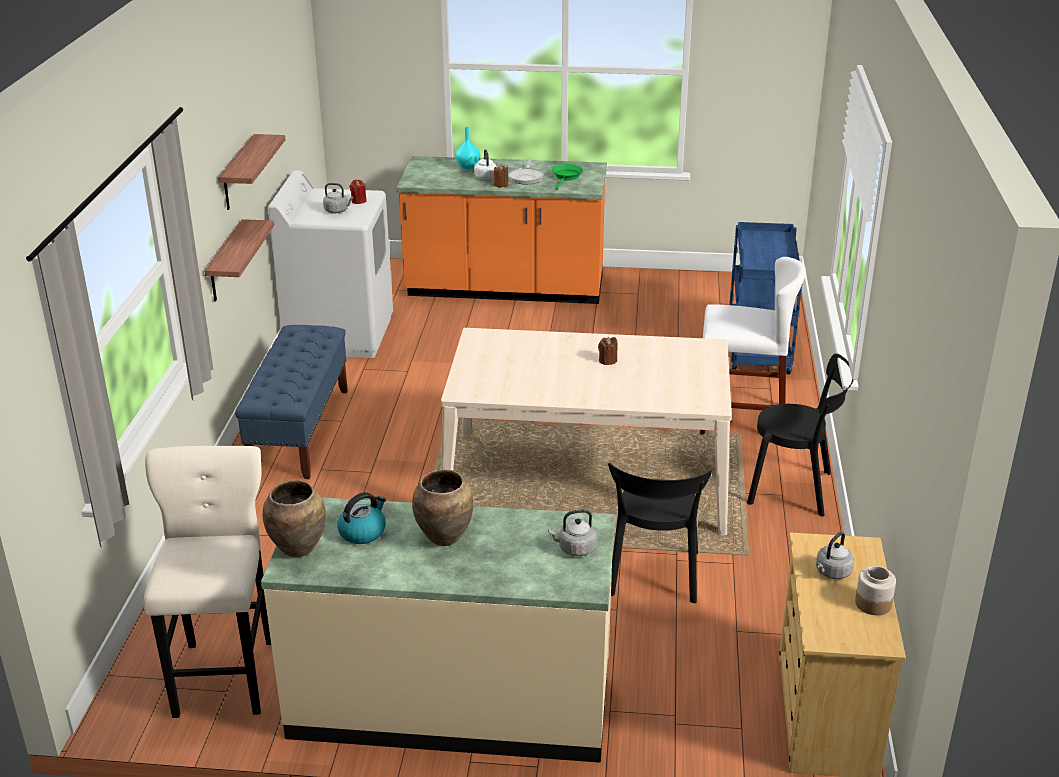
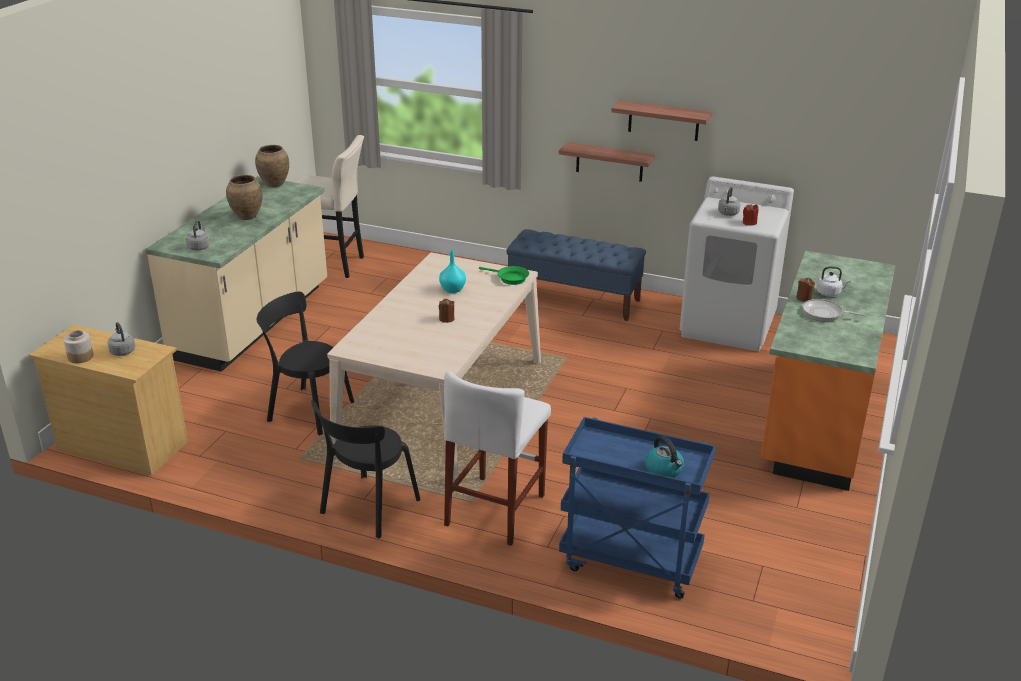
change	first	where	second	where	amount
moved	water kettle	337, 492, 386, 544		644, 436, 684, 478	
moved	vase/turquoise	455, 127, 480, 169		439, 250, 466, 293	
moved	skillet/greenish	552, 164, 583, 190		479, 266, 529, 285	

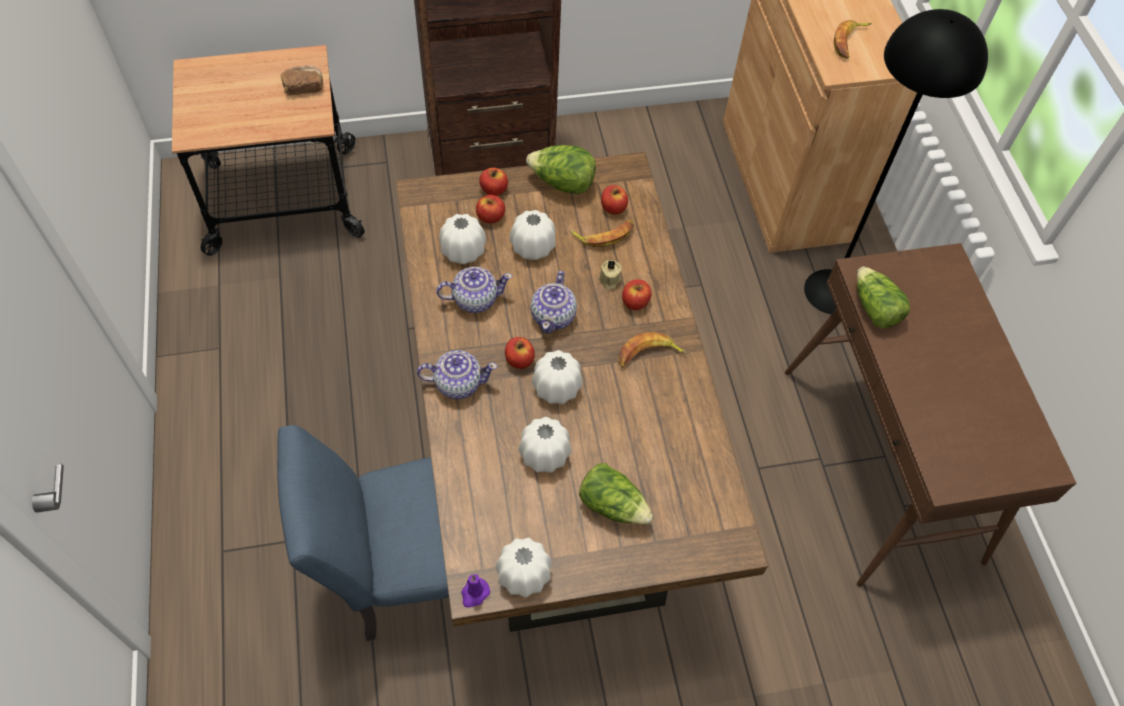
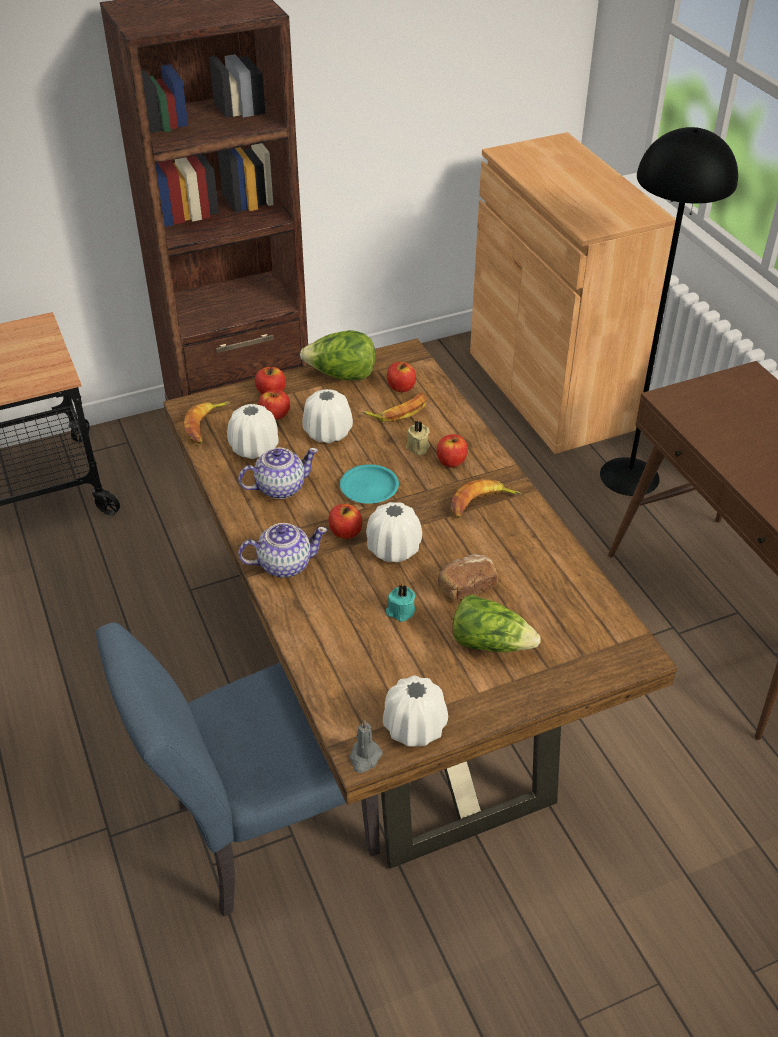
change	first	where	second	where	amount
moved	baked bread	281, 65, 323, 95		438, 554, 498, 601	
recoloured	wax candle/purplish	461, 574, 490, 608	wax candle/gray	349, 719, 383, 773	
replaced	vase/white-coloured	519, 417, 571, 473	wax candle/turquoise	386, 584, 415, 622	
replaced	tea pot	530, 271, 577, 334	plate/turquoise	340, 464, 399, 504	
moved	banana fruit	834, 20, 872, 59		184, 402, 231, 444	
removed	head of lettuce	857, 267, 910, 329			

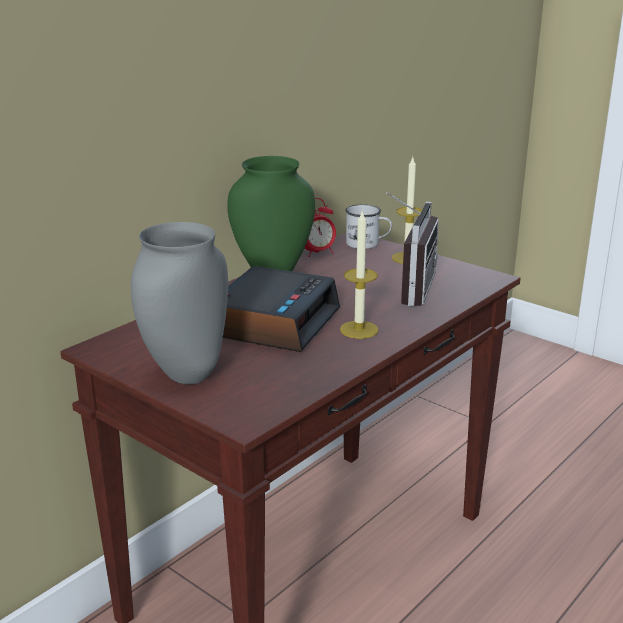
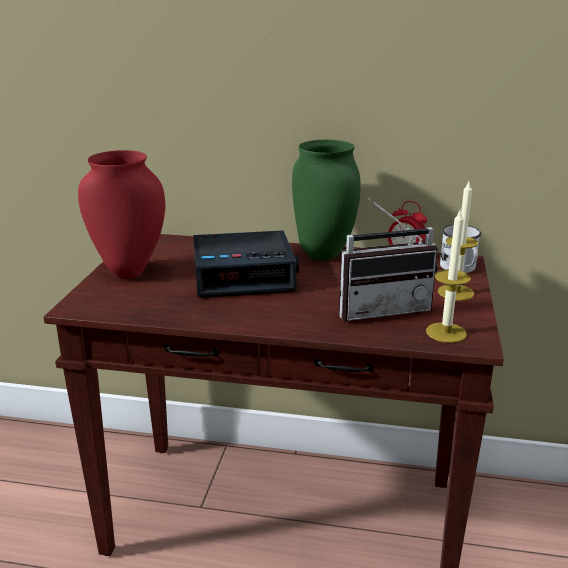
change	first	where	second	where	amount
recoloured	vase/gray	131, 222, 228, 384	vase/reddish	78, 150, 165, 279	
moved	wax candle	340, 210, 379, 339		426, 209, 471, 343	

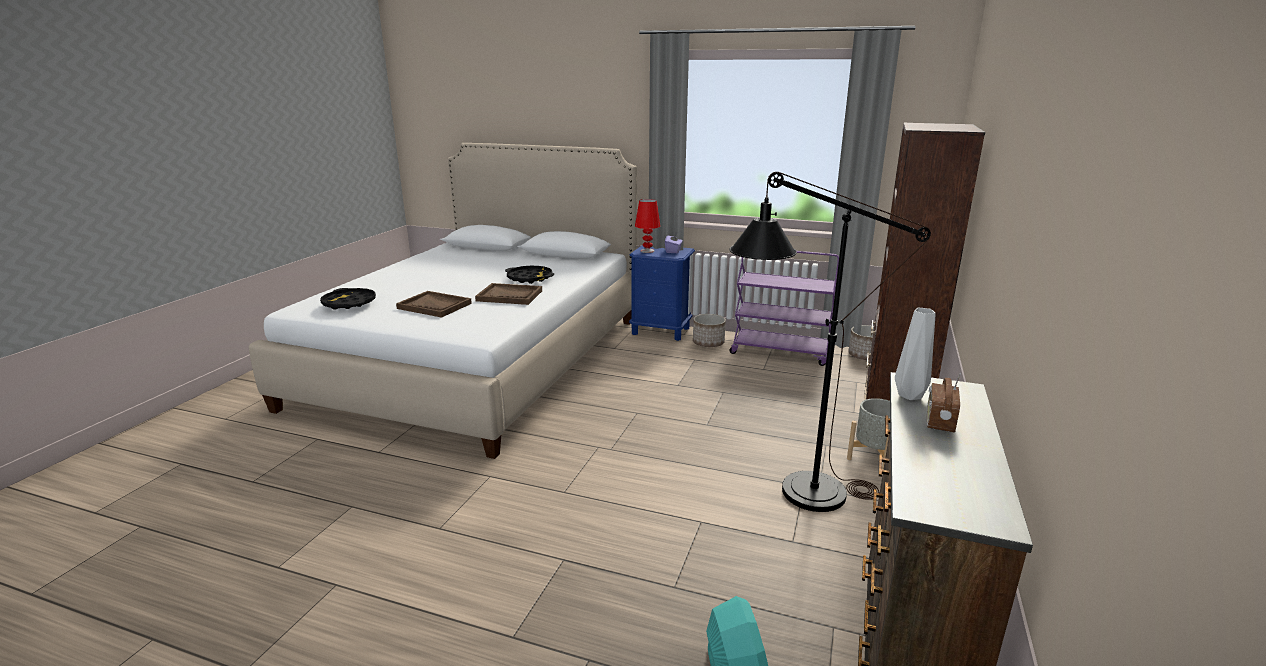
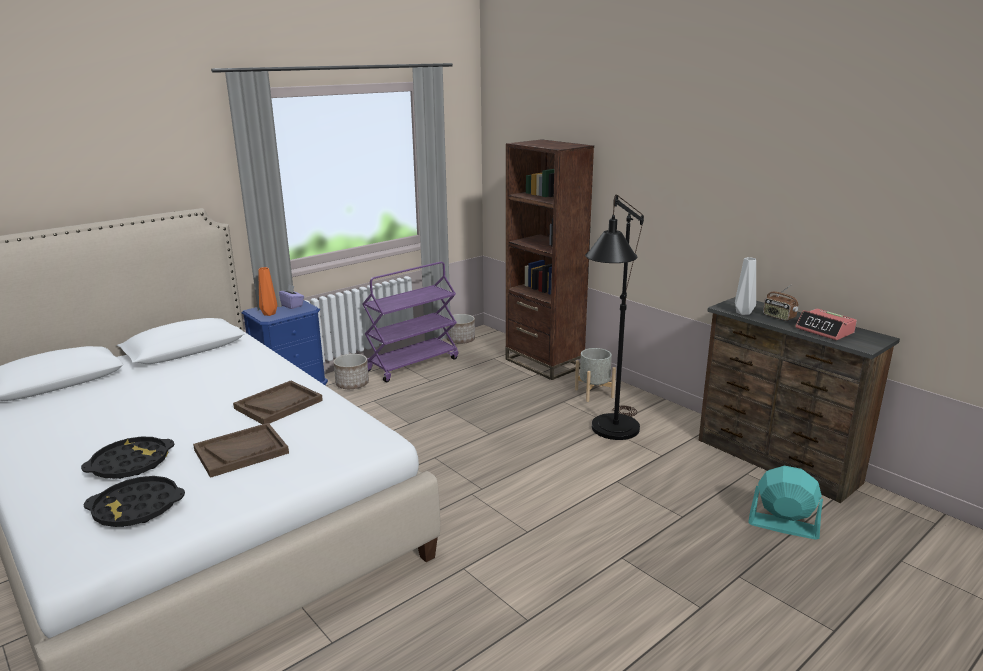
change	first	where	second	where	amount
moved	serving tray/blackish	505, 266, 554, 284		81, 437, 174, 479	
replaced	lamp for a table/reddish	635, 199, 661, 253	vase/orangey	258, 267, 277, 316	
added			alarm clock	795, 309, 857, 340	

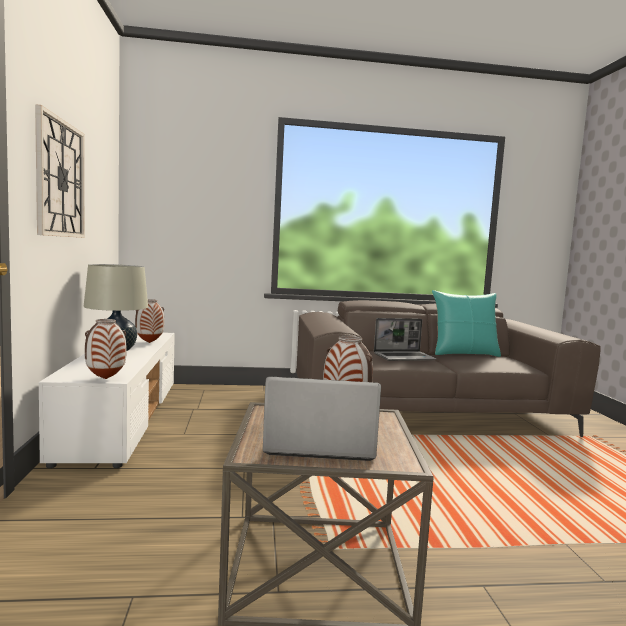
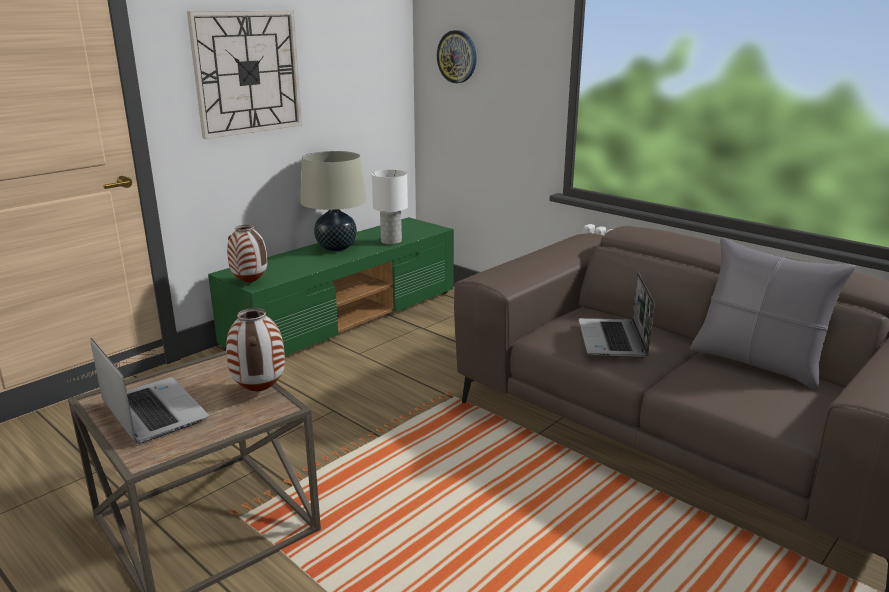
change	first	where	second	where	amount
recoloured	tv unit/white-coloured	39, 332, 175, 468	tv unit/greenish	208, 217, 454, 356	
replaced	vase	135, 299, 164, 343	lamp for a table/white-coloured	372, 170, 408, 245	
turned	notebook computer	374, 318, 437, 361		579, 272, 654, 358	60 degrees clockwise
recoloured	throw pillow/turquoise	432, 290, 501, 357	throw pillow/gray	690, 238, 856, 389	
added			clock on the wall	437, 30, 477, 83	

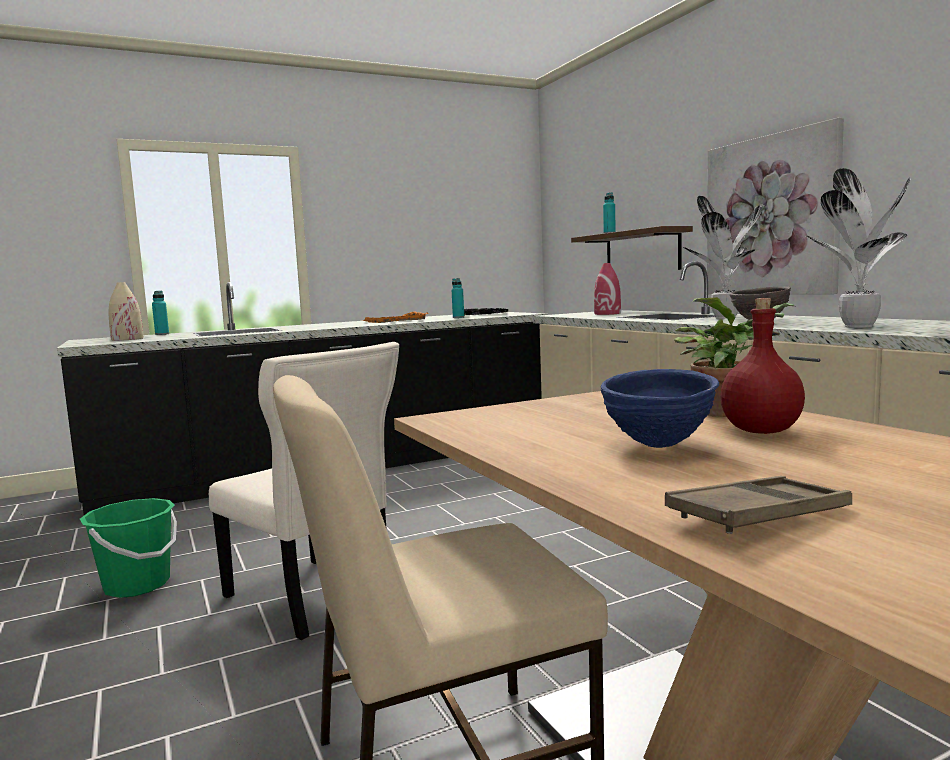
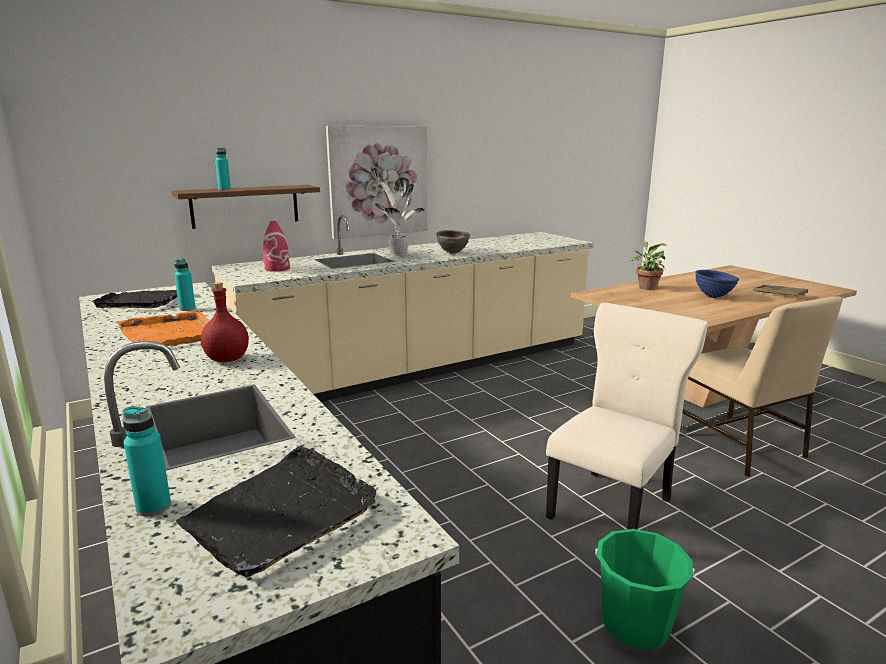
change	first	where	second	where	amount
replaced	vase/sand-coloured	108, 282, 144, 341	serving tray/blackish	176, 446, 376, 578	
moved	bottle/reddish	720, 298, 805, 434		201, 282, 249, 362	
removed	plant in a pot	805, 168, 911, 328			

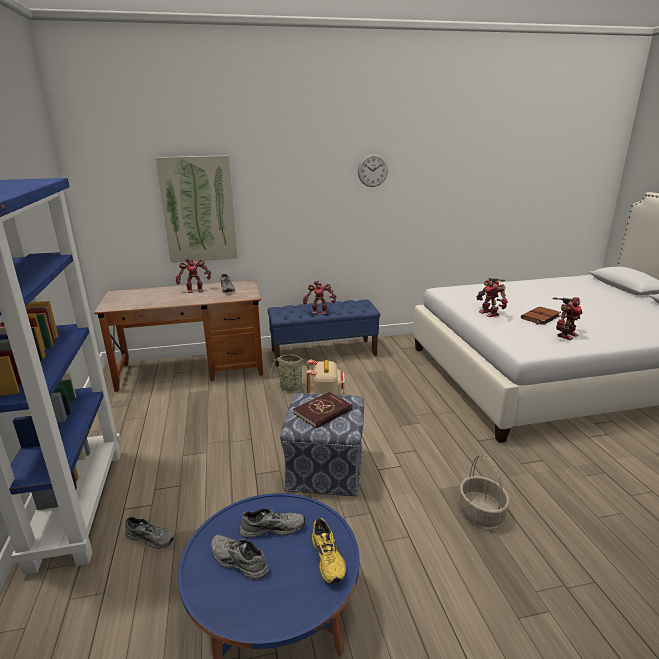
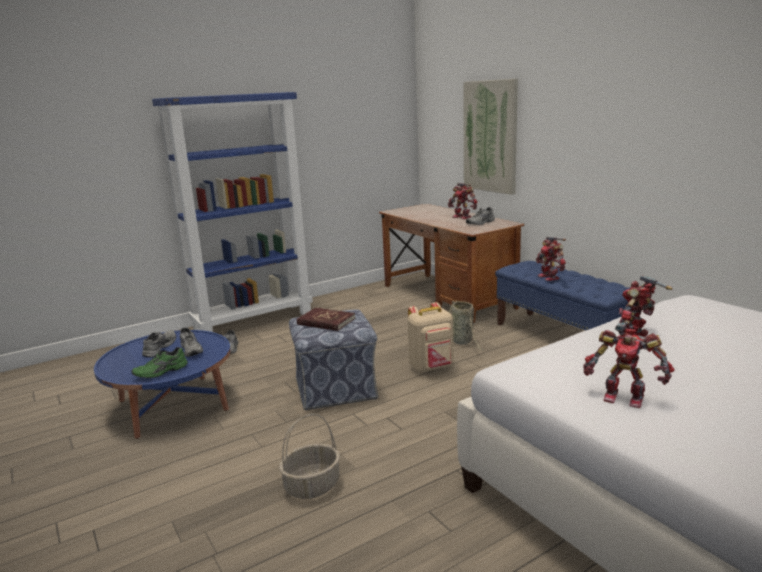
change	first	where	second	where	amount
recoloured	low shoe/yellowish	312, 518, 346, 583	low shoe/greenish	131, 347, 188, 378	
removed	clock on the wall	358, 154, 388, 187			
removed	book/brown	521, 307, 561, 325			

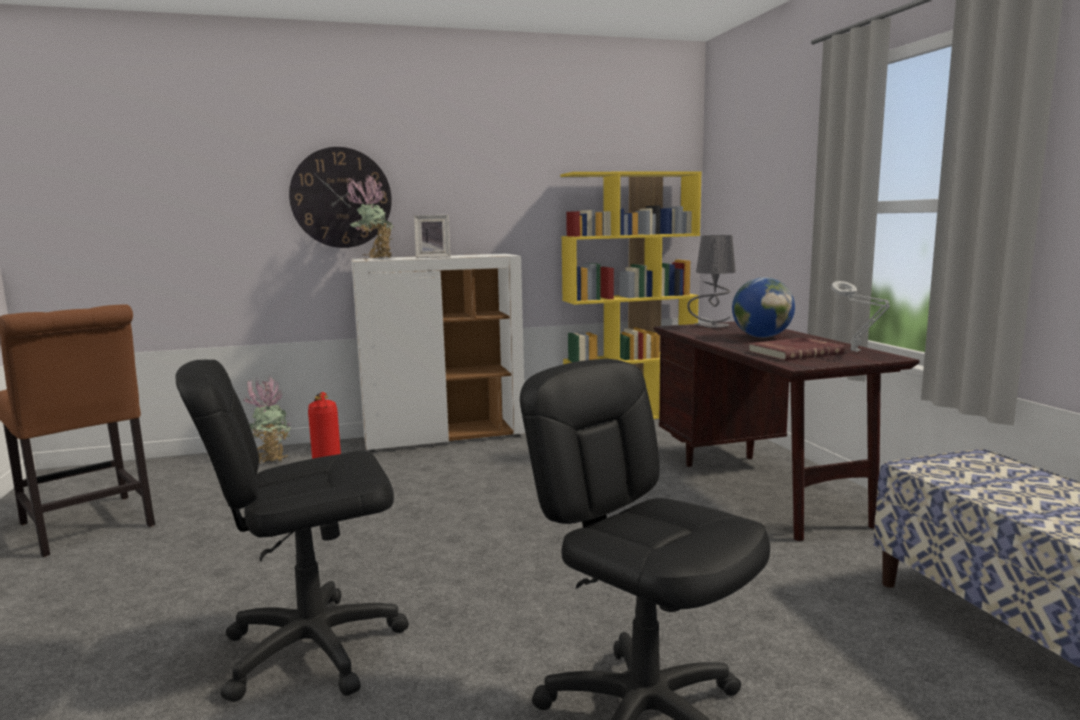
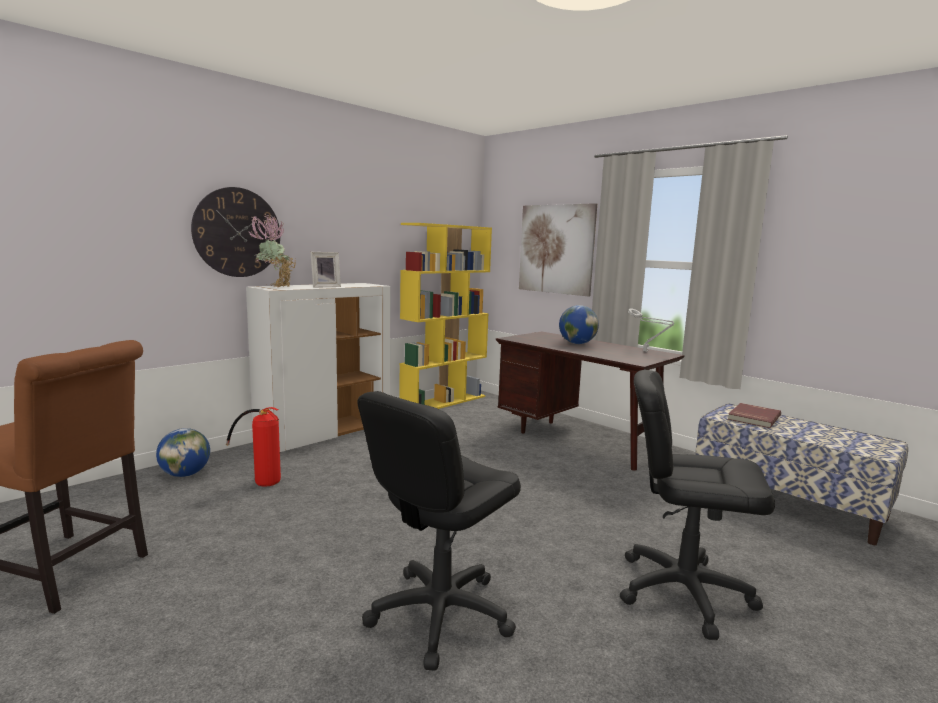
change	first	where	second	where	amount
replaced	plant in a pot	242, 376, 292, 464	globe	156, 428, 210, 477	
removed	lamp for a table/gray	687, 235, 736, 328			
moved	book/reddish	749, 337, 845, 361		728, 403, 781, 428	
added			picture	519, 203, 597, 297	

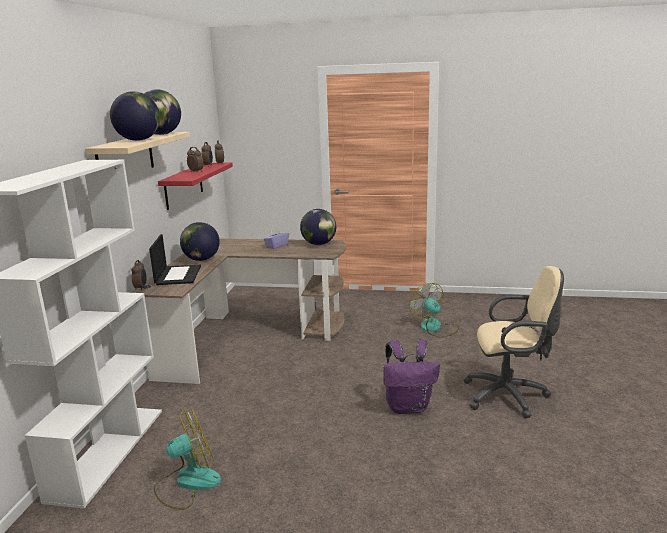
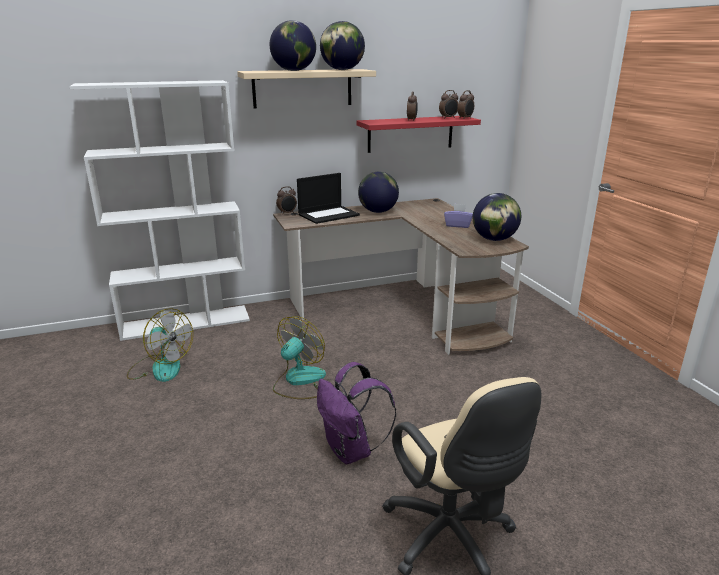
change	first	where	second	where	amount
moved	fan	409, 283, 459, 338		273, 316, 326, 399	

